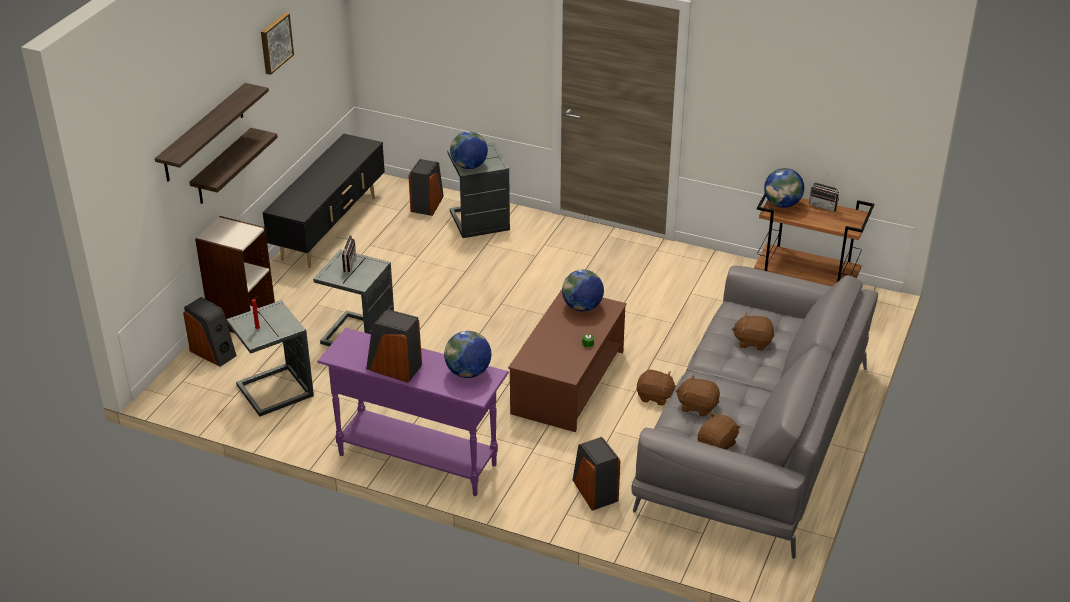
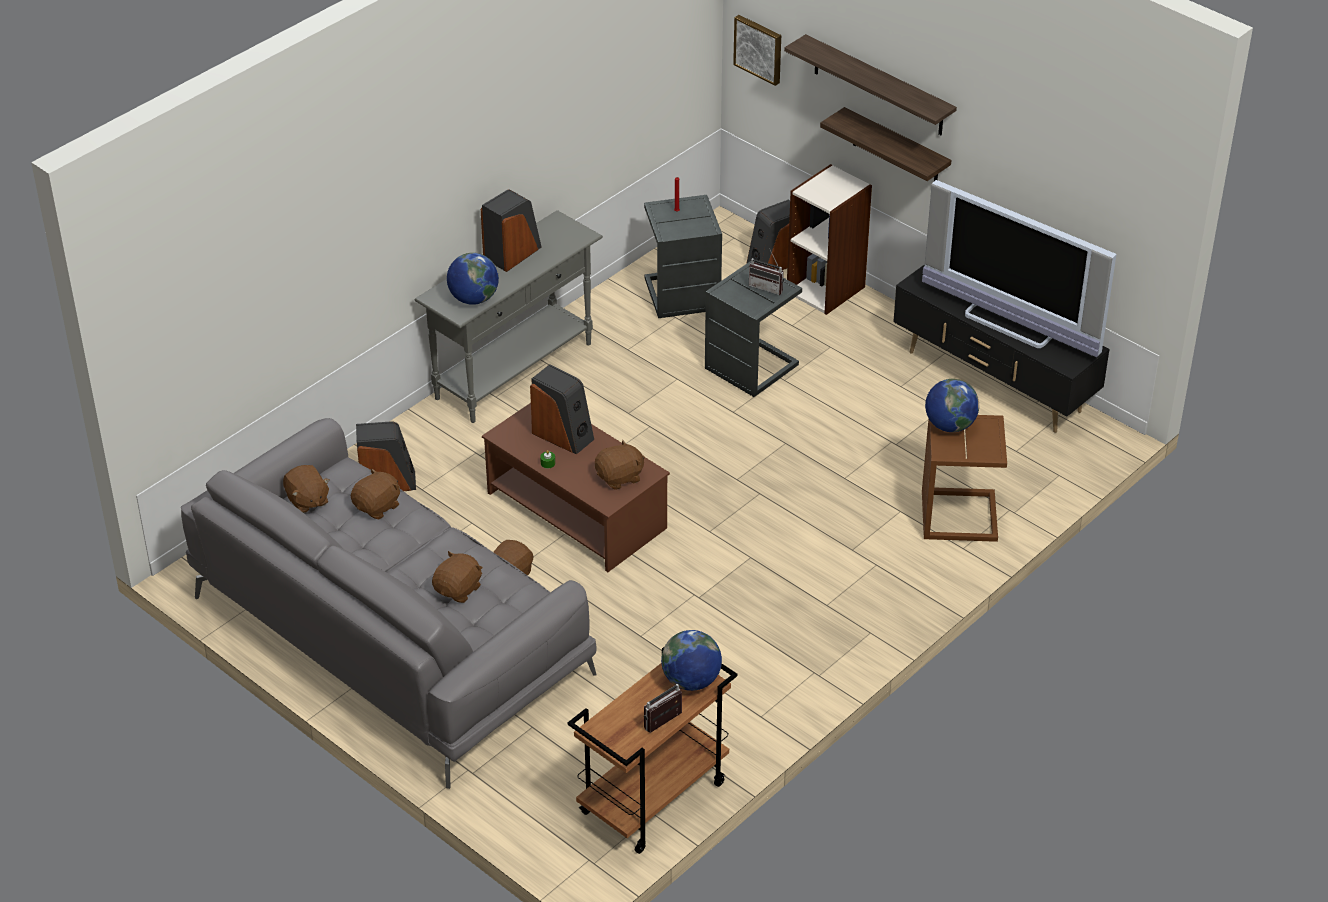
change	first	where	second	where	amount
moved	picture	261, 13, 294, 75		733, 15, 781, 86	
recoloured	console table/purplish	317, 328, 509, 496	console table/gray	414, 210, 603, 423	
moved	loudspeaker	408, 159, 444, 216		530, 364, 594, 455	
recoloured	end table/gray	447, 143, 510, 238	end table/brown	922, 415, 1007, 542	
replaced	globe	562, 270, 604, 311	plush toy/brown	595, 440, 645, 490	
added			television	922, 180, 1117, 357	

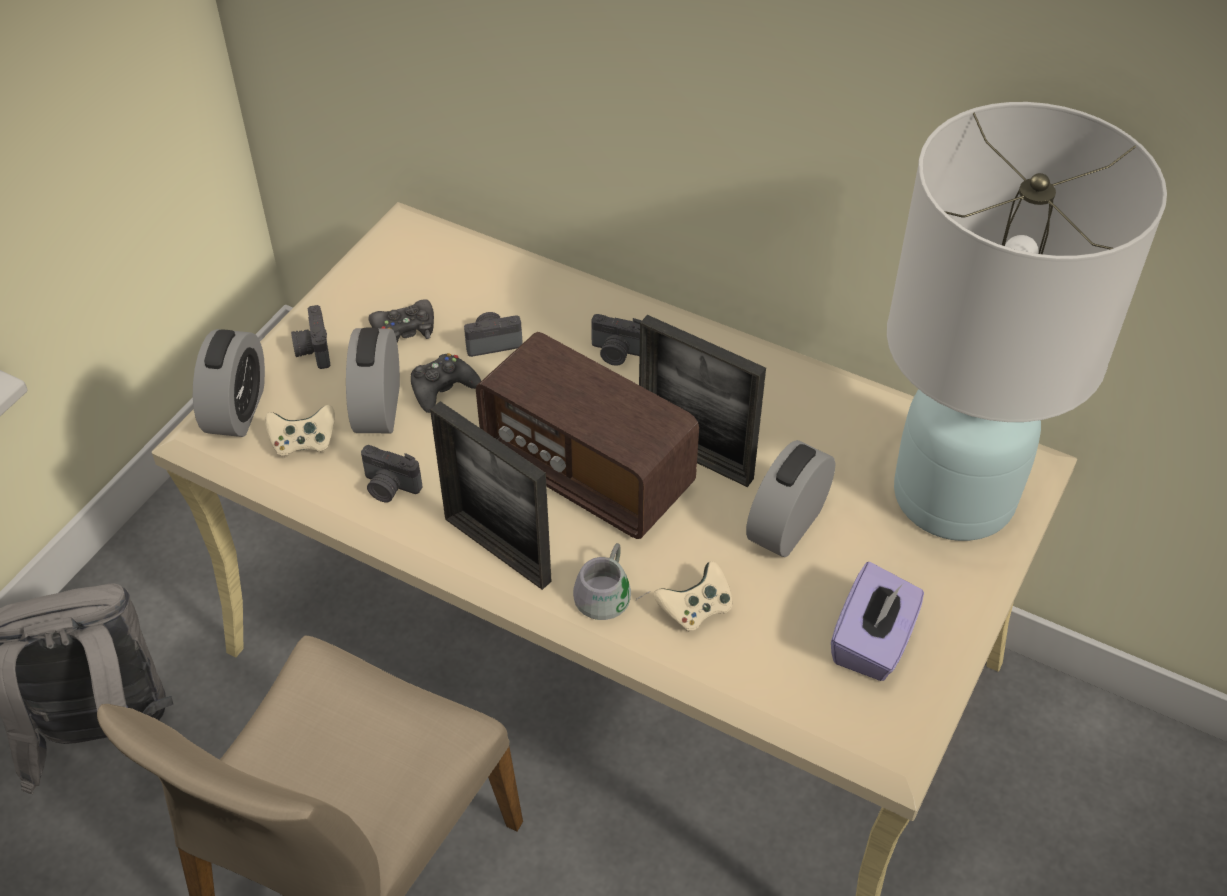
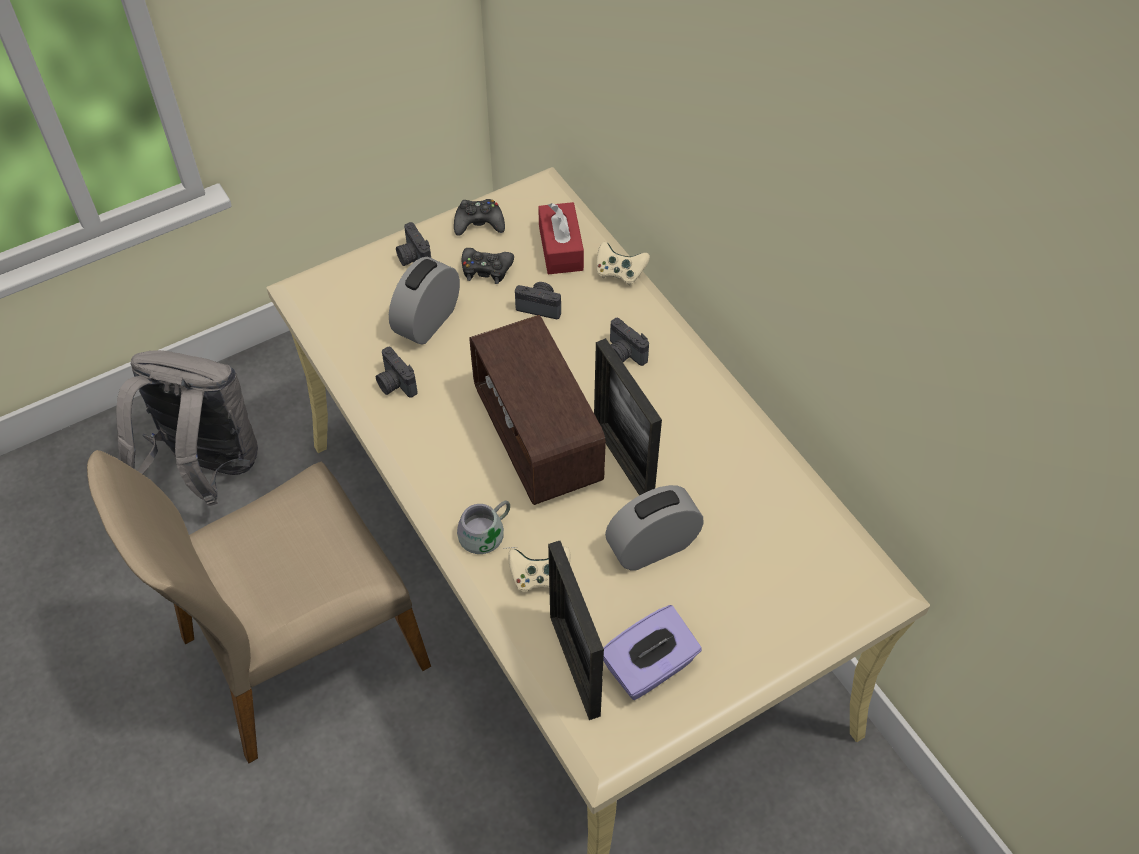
change	first	where	second	where	amount
removed	alarm clock	193, 329, 265, 437			
moved	gamepad/sand-coloured	265, 405, 335, 457		596, 242, 650, 285	
turned	photo camera	291, 305, 330, 369		396, 222, 431, 266	45 degrees counterclockwise
moved	gamepad/blackish	411, 353, 481, 413		454, 199, 505, 236	
moved	picture frame	430, 401, 552, 590		548, 541, 604, 720	
removed	lamp for a table/white-coloured	887, 102, 1167, 541			
added			box of tissues/reddish	538, 202, 584, 274	

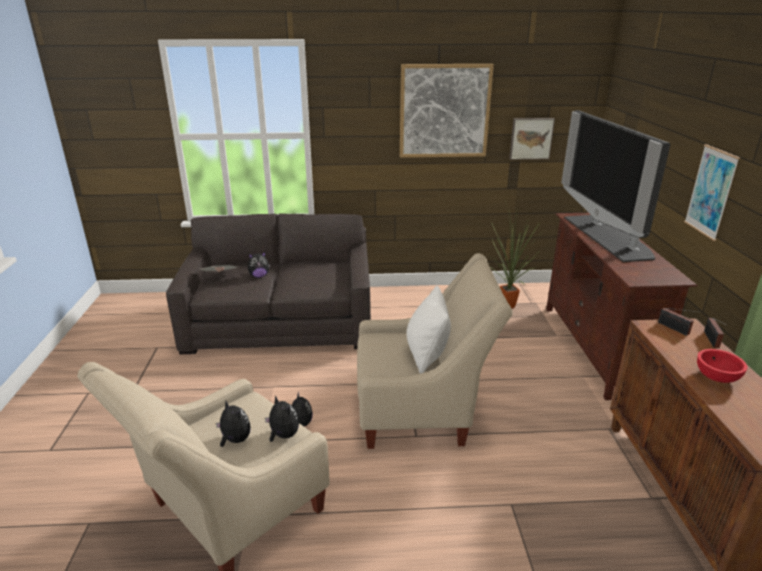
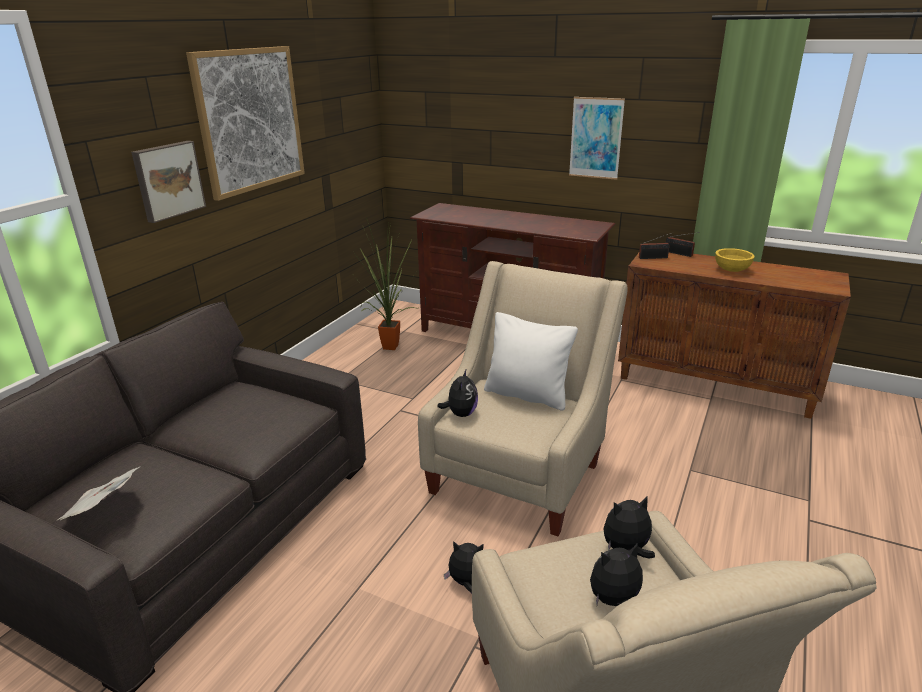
change	first	where	second	where	amount
moved	plush toy	248, 252, 270, 278		437, 368, 478, 417	
moved	picture	509, 118, 555, 160		131, 141, 206, 223	
removed	television	561, 110, 671, 262			
recoloured	deep dish/reddish	697, 349, 748, 383	deep dish/yellowish	715, 248, 755, 272	

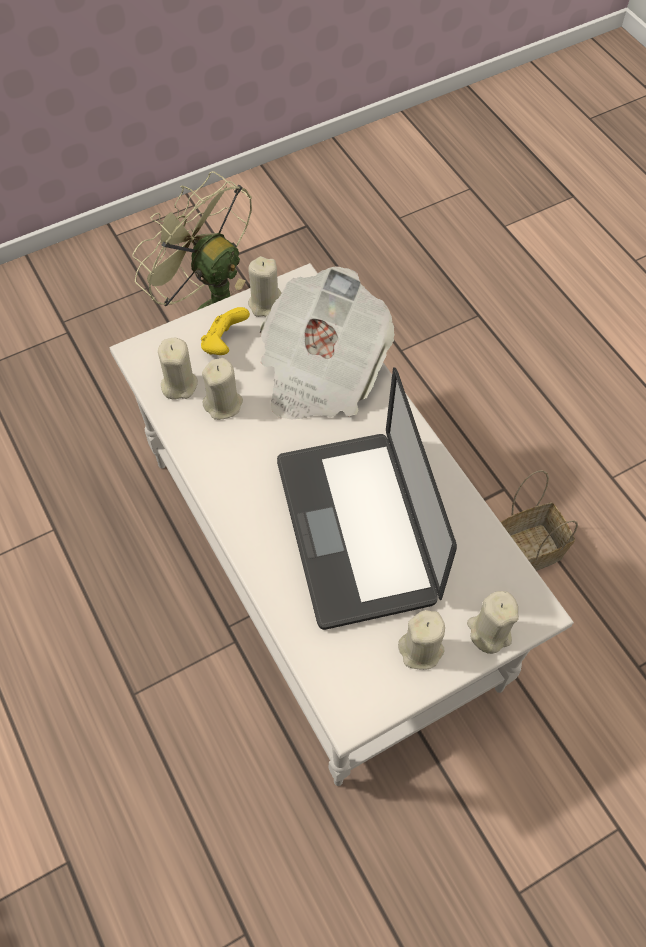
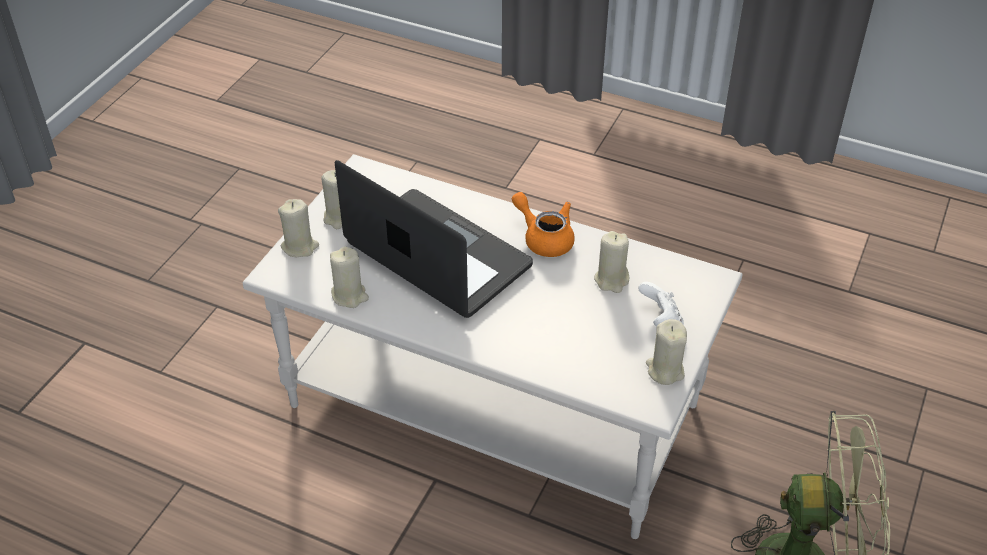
change	first	where	second	where	amount
moved	wax candle/sand-coloured	158, 338, 198, 400		330, 247, 369, 308	
recoloured	gamepad/yellowish	201, 307, 250, 355	gamepad/white-coloured	638, 282, 684, 327	
removed	daily paper	260, 266, 395, 419			
removed	household basket	501, 470, 578, 571			
added			tea pot/orangey	512, 192, 575, 257	

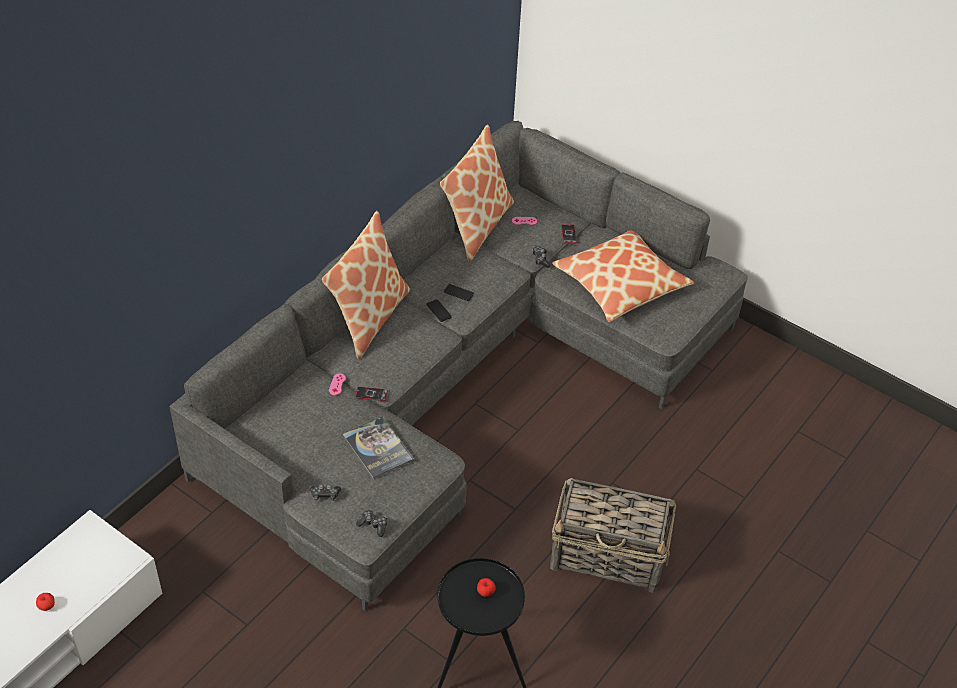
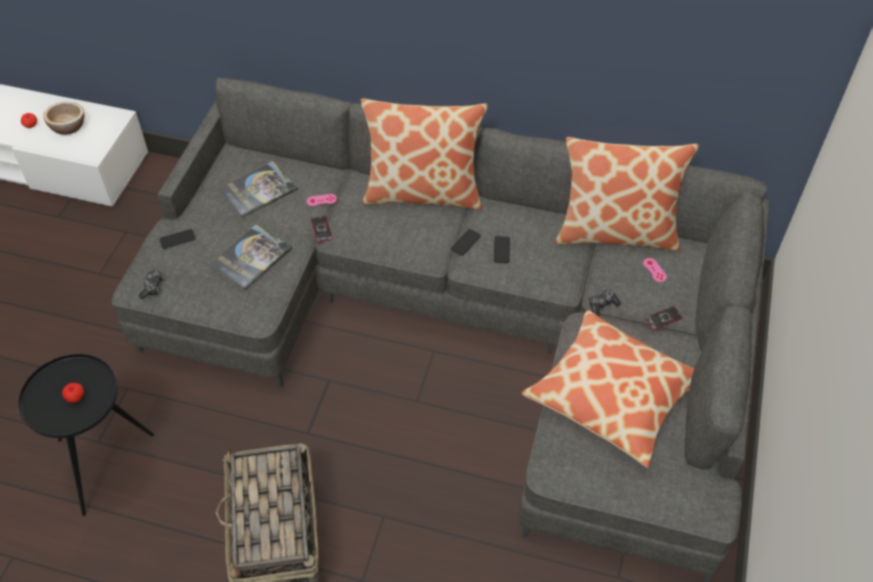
change	first	where	second	where	amount
replaced	gamepad	310, 484, 341, 501	phone	160, 229, 195, 249	
added			deep dish	43, 102, 84, 135	
added			book	218, 161, 298, 218	

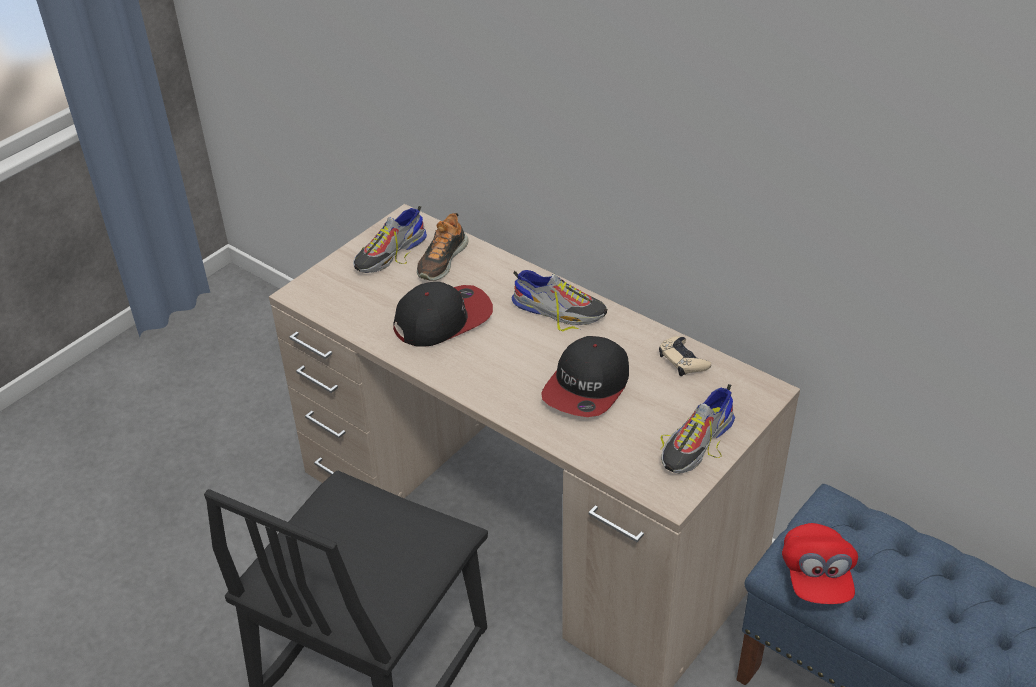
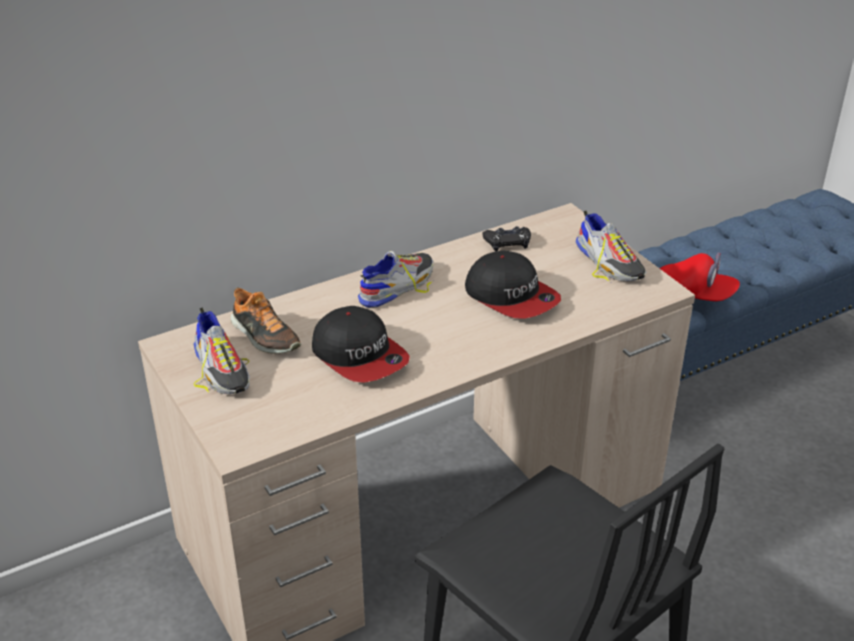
change	first	where	second	where	amount
turned	cap	393, 282, 493, 347		312, 306, 410, 383	150 degrees clockwise
recoloured	gamepad/sand-coloured	659, 336, 711, 376	gamepad/blackish	483, 226, 531, 251	

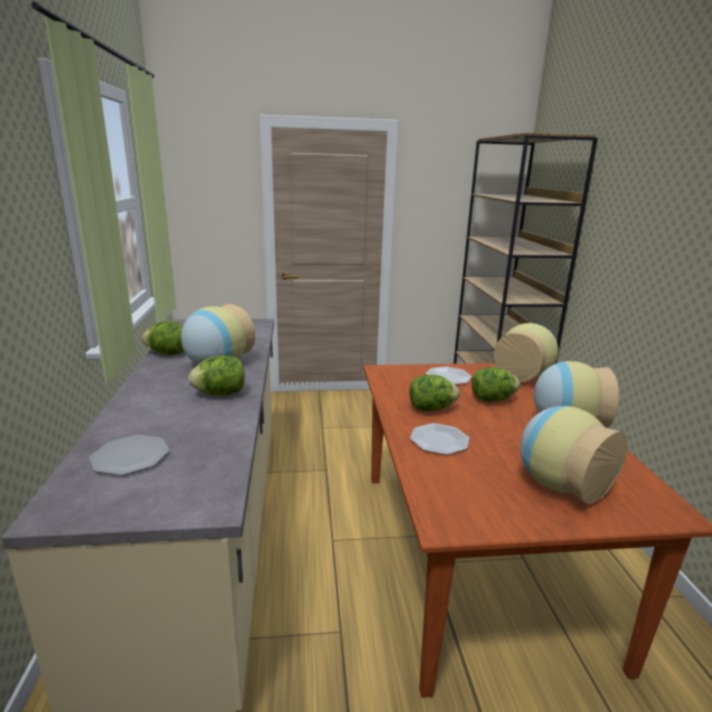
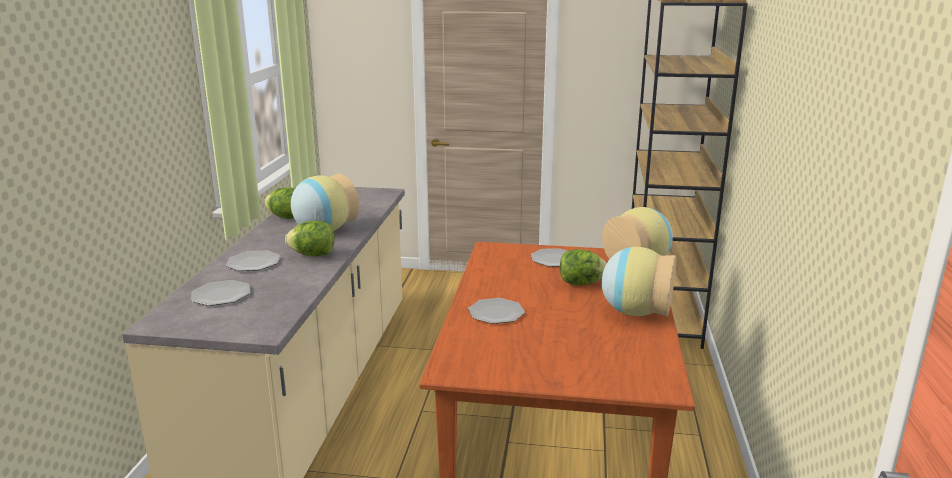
change	first	where	second	where	amount
removed	head of lettuce	409, 374, 460, 411			
removed	vase	520, 406, 628, 504			
added			plate	226, 251, 280, 271	

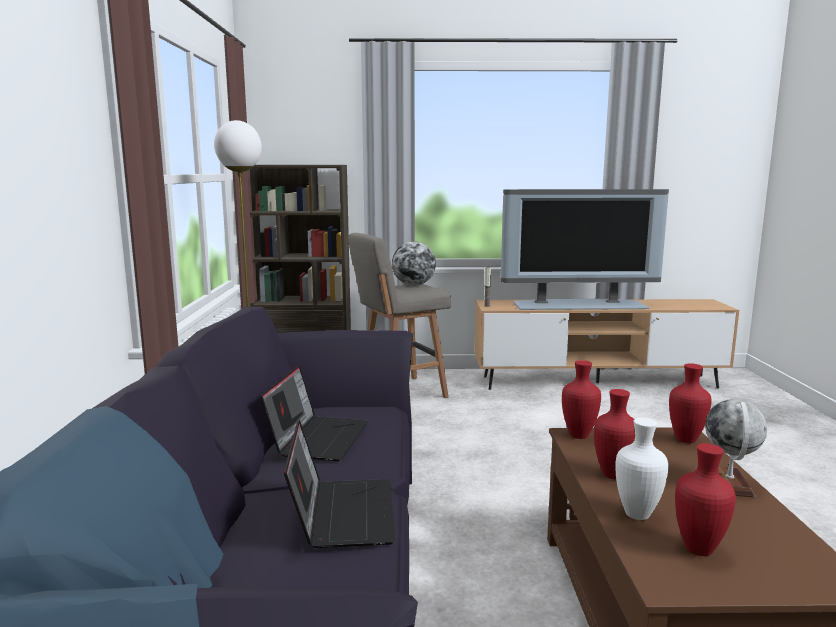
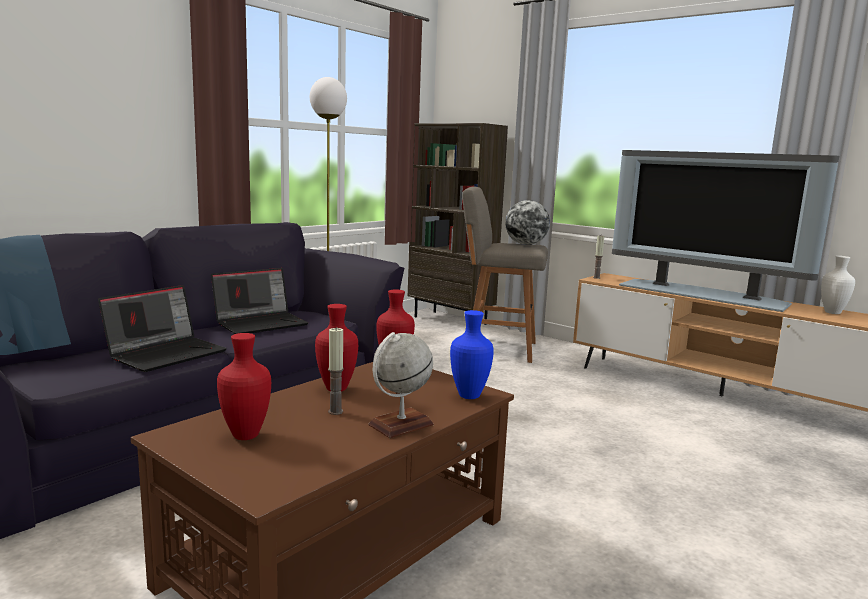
change	first	where	second	where	amount
moved	vase/white-coloured	615, 418, 669, 520		821, 256, 855, 314	
recoloured	vase/reddish	669, 363, 712, 444	vase/bluish	450, 310, 494, 399	
added			wax candle	328, 327, 344, 415	

